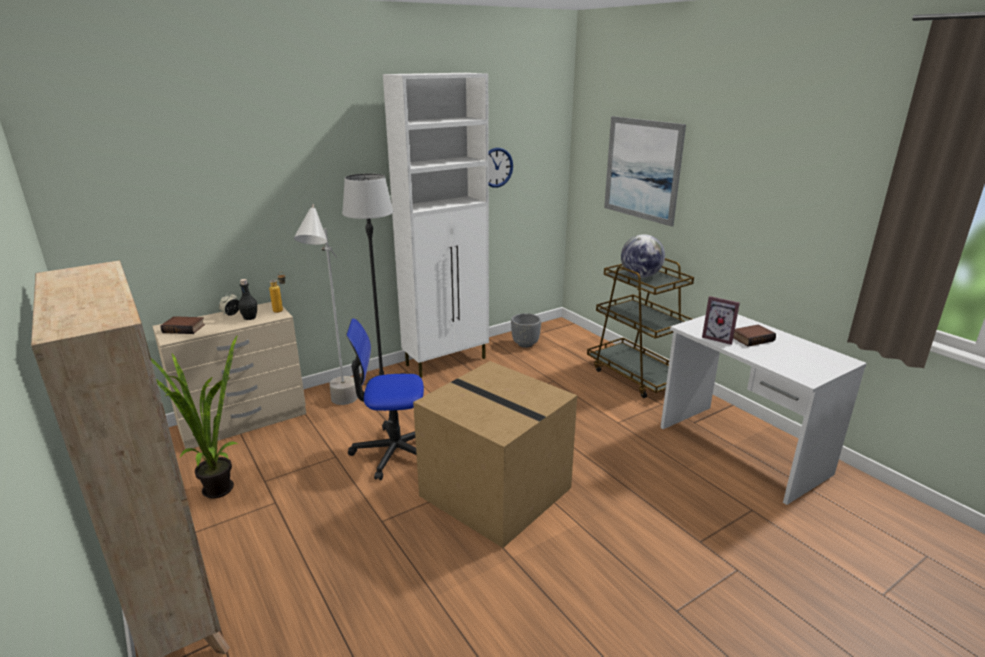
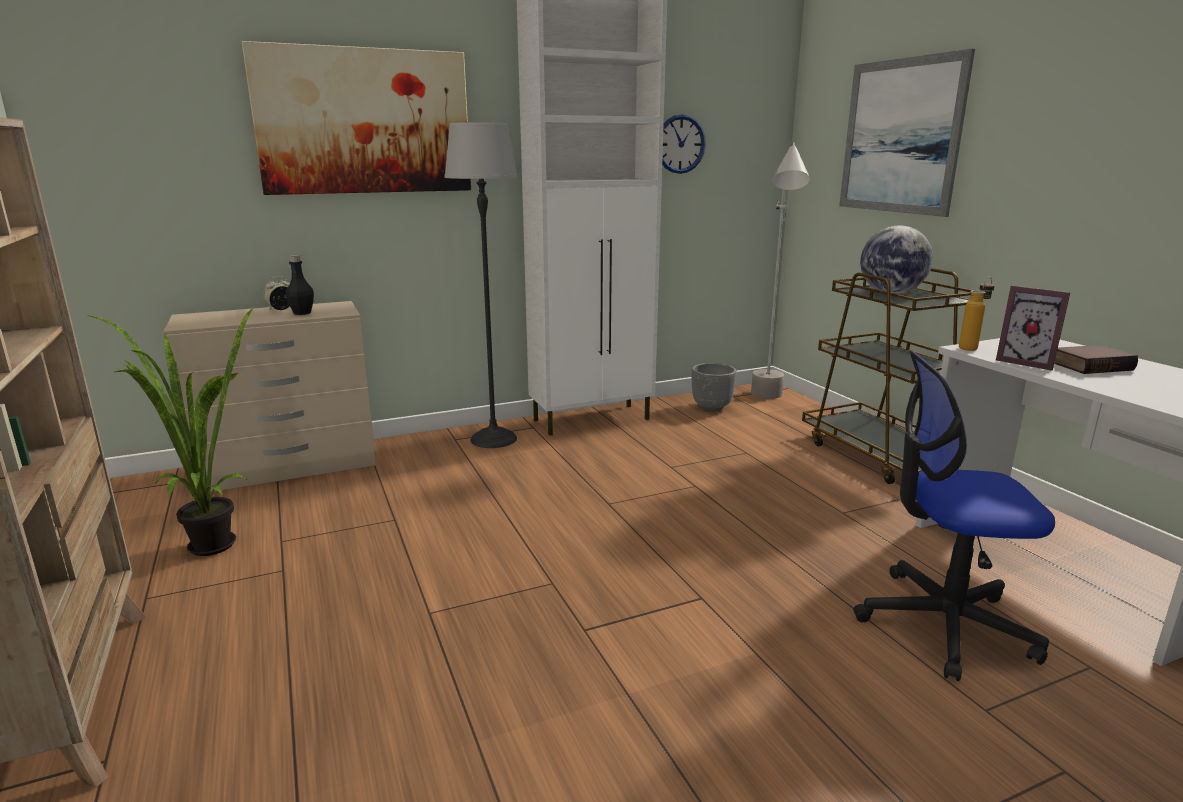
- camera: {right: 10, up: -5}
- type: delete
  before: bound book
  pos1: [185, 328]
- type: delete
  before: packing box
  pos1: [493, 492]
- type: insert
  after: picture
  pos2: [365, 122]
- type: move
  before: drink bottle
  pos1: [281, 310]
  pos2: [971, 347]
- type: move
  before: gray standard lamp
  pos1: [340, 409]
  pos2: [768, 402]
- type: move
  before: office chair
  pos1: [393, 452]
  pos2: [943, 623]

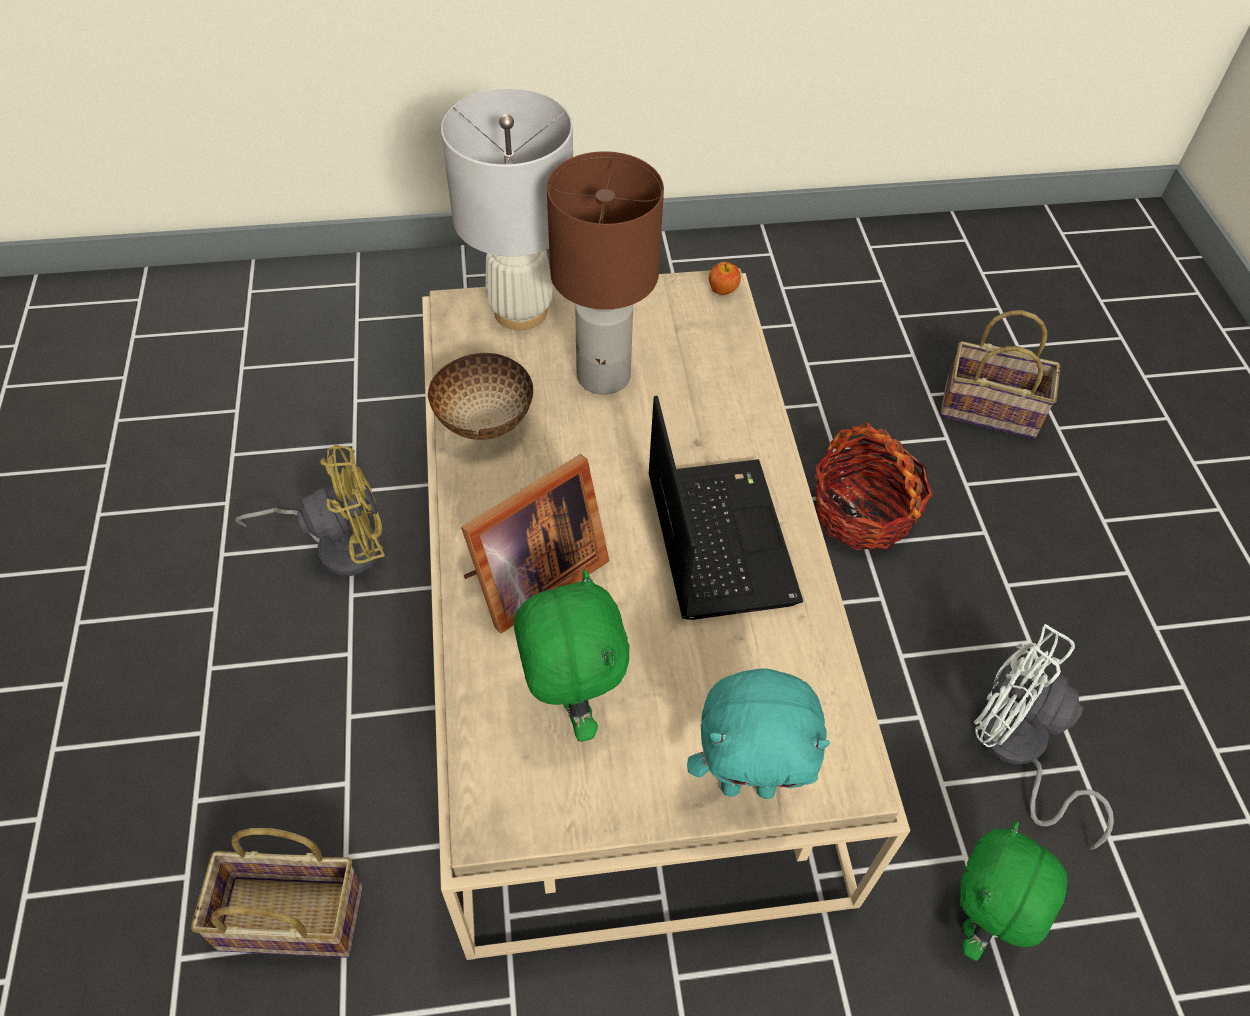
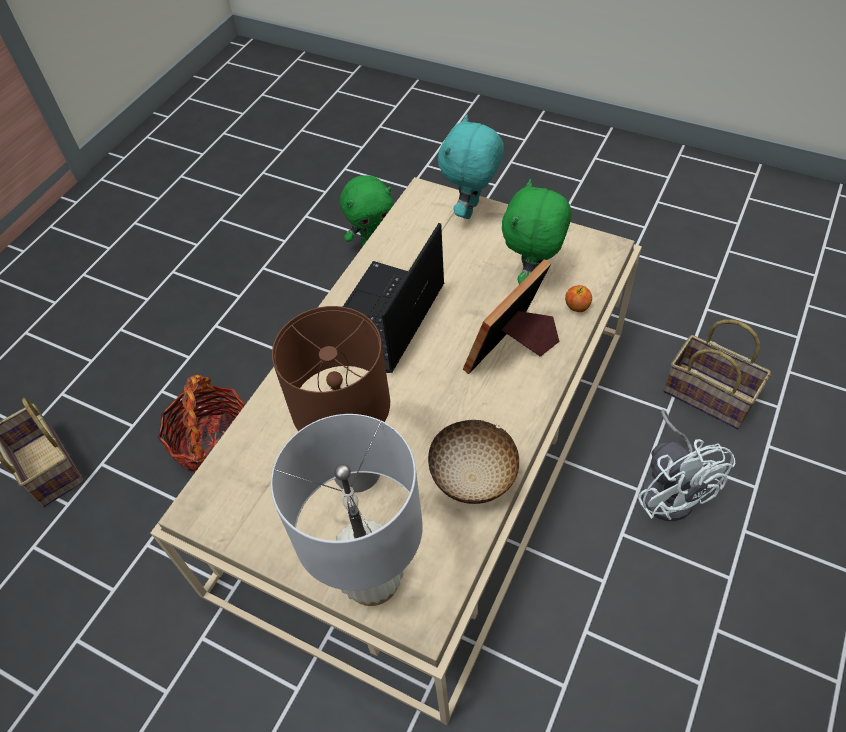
- camera: {right: -140, up: 0}
- type: delete
  before: yellow cooling fan
  pos1: [339, 545]
- type: move
  before: whole apple
  pos1: [723, 289]
  pos2: [577, 306]
- type: move
  before: whitish cooling fan
  pos1: [1015, 750]
  pos2: [670, 489]
- type: rotate
  before: standing frame
  pos1: [530, 578]
  pos2: [513, 349]
  turn: -45
- type: rotate
  before: turquoise-coloured soft toy
  pos1: [748, 784]
  pos2: [471, 210]
  turn: -105

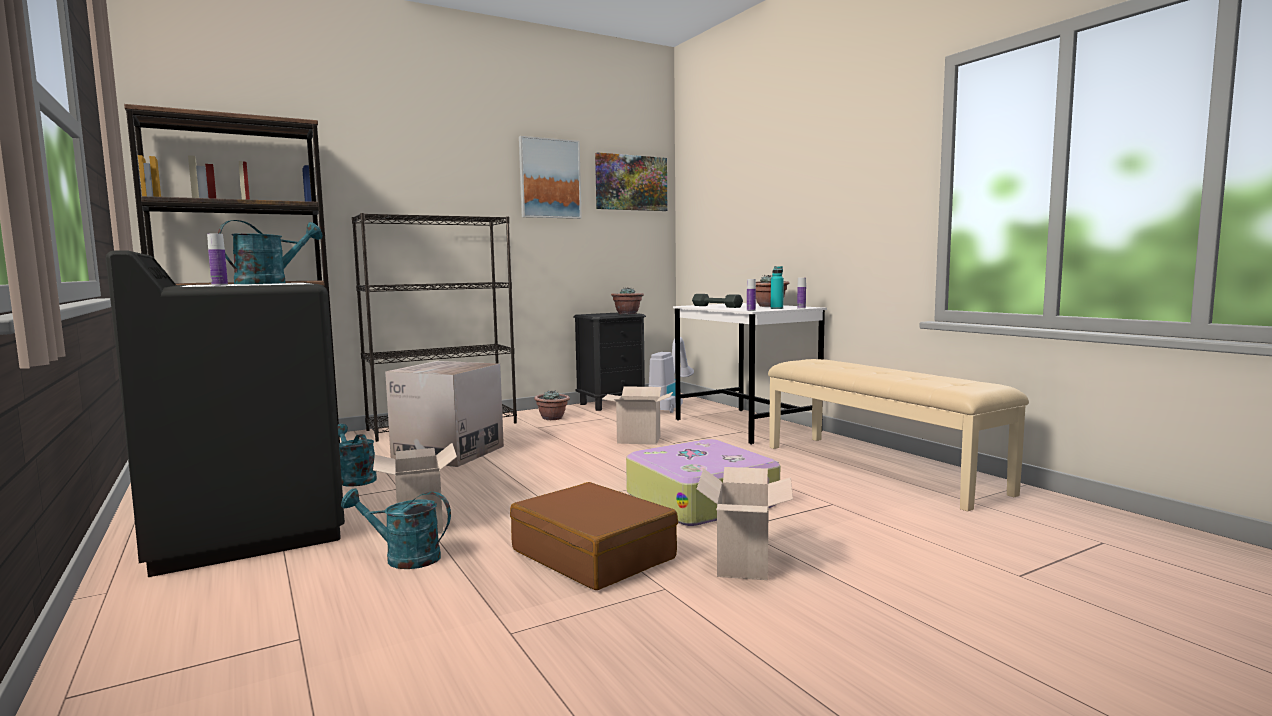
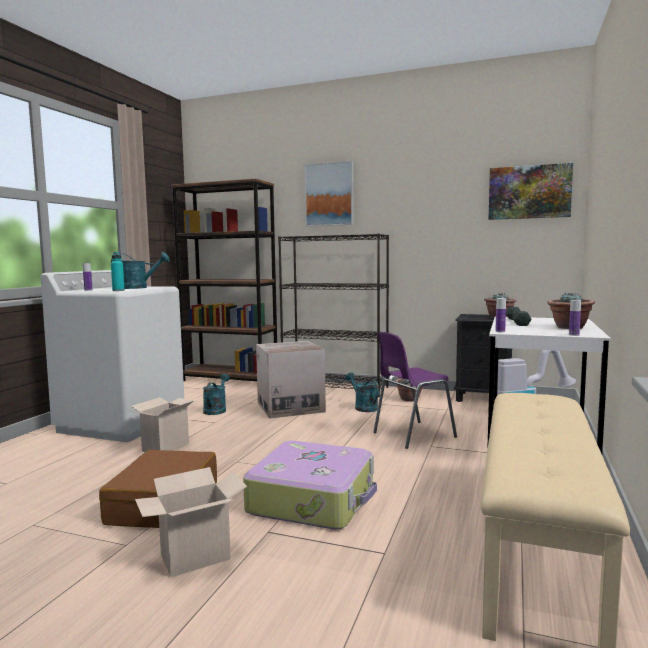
- camera: {right: 50, up: 0}
- type: move
  before: turquoise-coloured watering can
  pos1: [403, 558]
  pos2: [363, 407]
- type: move
  before: picture
  pos1: [549, 178]
  pos2: [329, 194]
- type: move
  before: turquoise-coloured drink bottle
  pos1: [776, 308]
  pos2: [118, 290]
- type: replace
  before: packing box
  after: purplish upright chair
  pos1: [637, 440]
  pos2: [411, 435]
- type: recolor
  before: blackish washing machine
  after: whitish washing machine
  pos1: [247, 530]
  pos2: [122, 423]

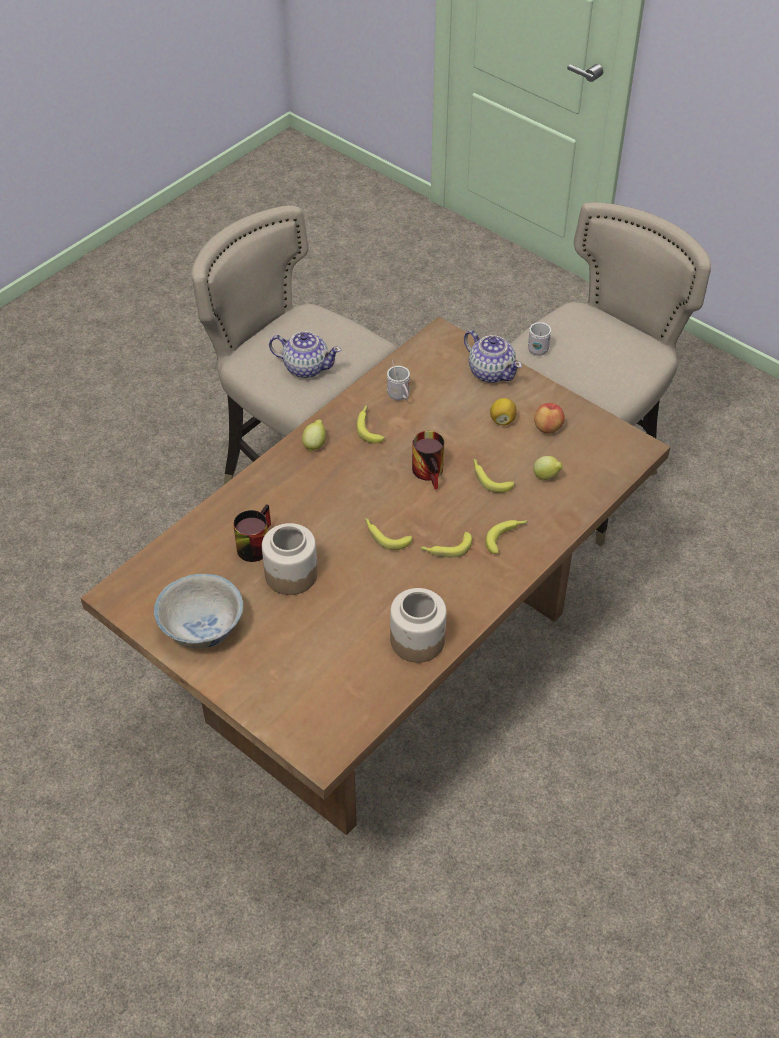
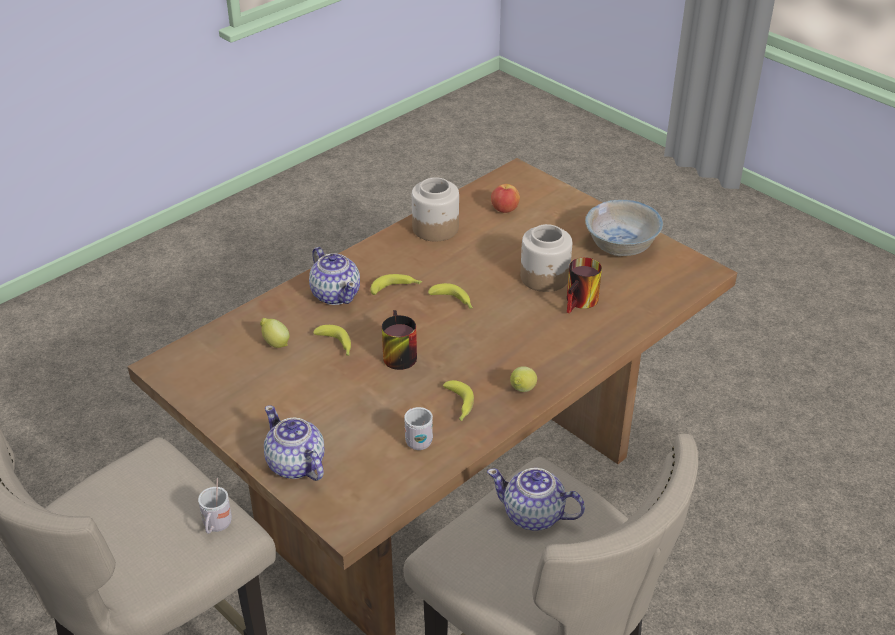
- camera: {right: -175, up: -10}
- type: delete
  before: lemon
  pos1: [502, 420]
- type: move
  before: whole apple
  pos1: [548, 428]
  pos2: [504, 210]
- type: replace
  before: banana
  after: teapot
  pos1: [506, 537]
  pos2: [336, 294]

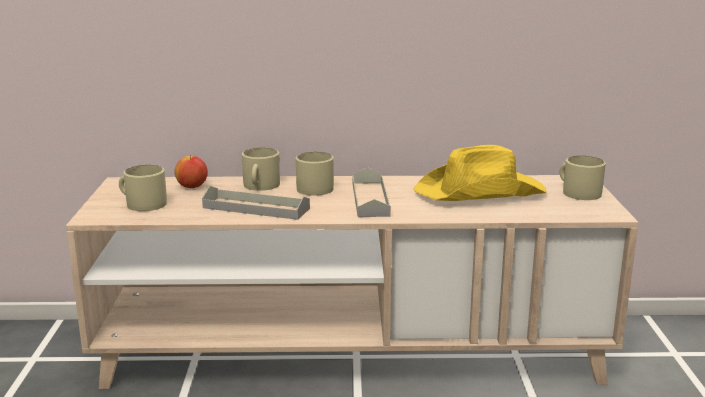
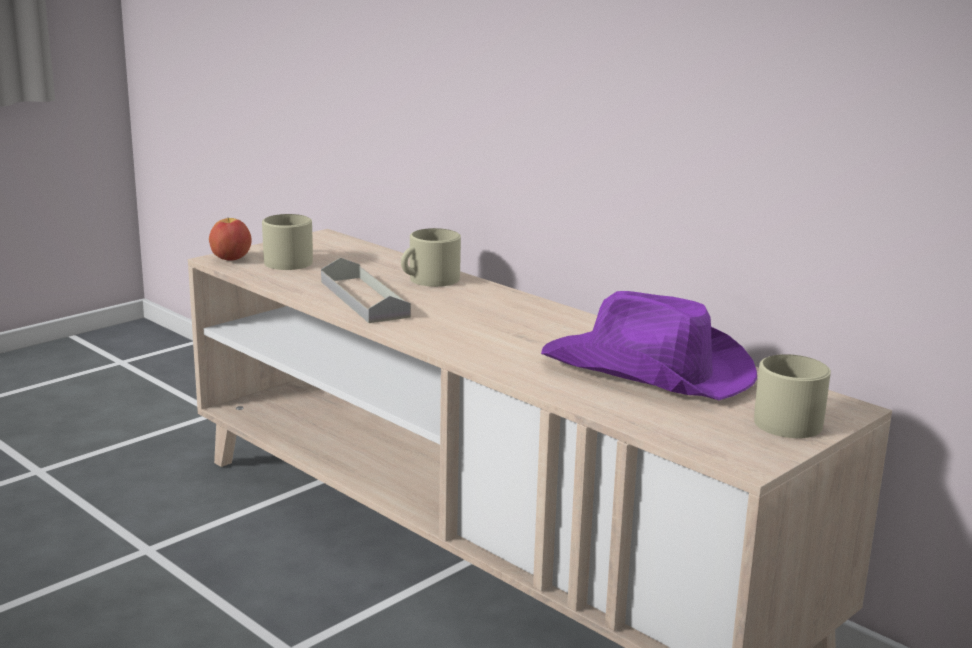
- camera: {right: 45, up: 0}
- type: delete
  before: beige-coloured coffee mug
  pos1: [313, 187]
- type: delete
  before: gray serving tray
  pos1: [370, 199]
- type: move
  before: whole apple
  pos1: [192, 187]
  pos2: [231, 259]
- type: recolor
  before: yellow hat
  after: purplish hat
  pos1: [481, 192]
  pos2: [649, 370]

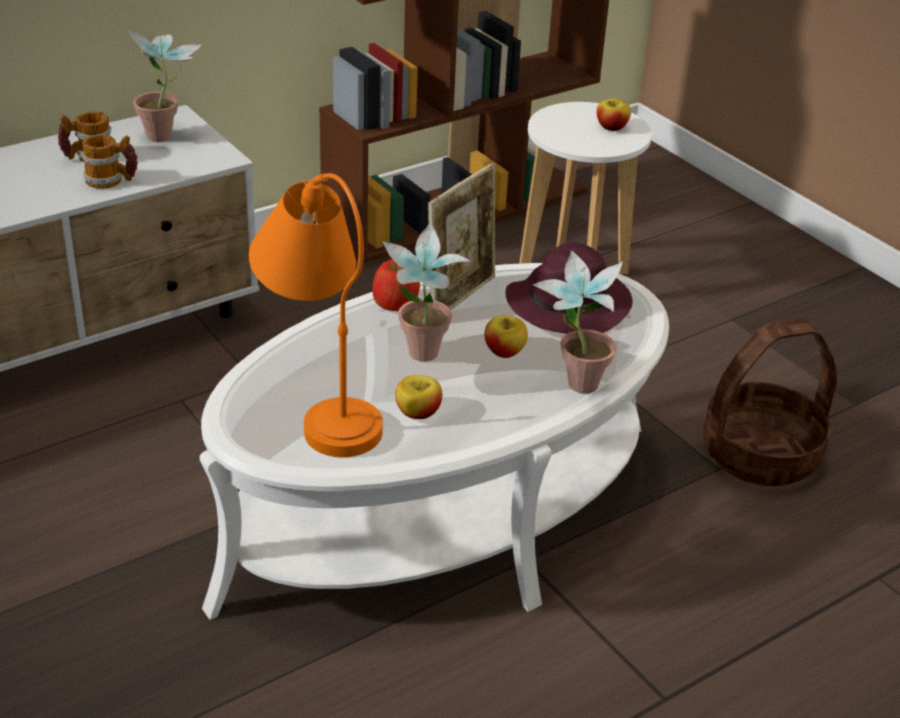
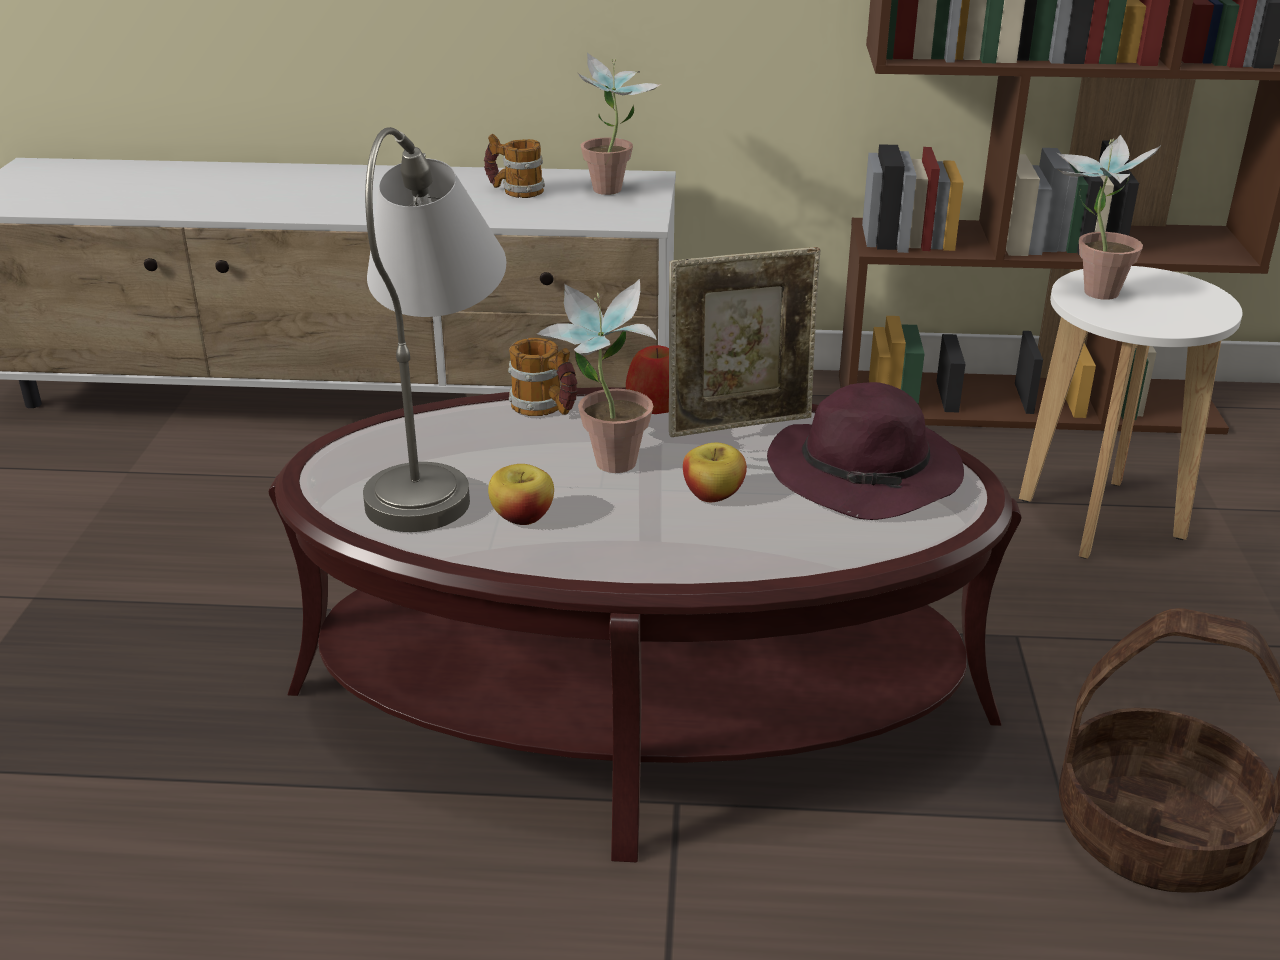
- camera: {right: 40, up: -5}
- type: delete
  before: whole apple
  pos1: [611, 127]
- type: move
  before: coffee mug
  pos1: [111, 181]
  pos2: [545, 408]
- type: move
  before: houseplant
  pos1: [571, 386]
  pos2: [1087, 291]
- type: recolor
  before: whitish low table
  after: brown-coloured low table
  pos1: [442, 512]
  pos2: [640, 704]
- type: recolor
  before: orangey lamp for a table
  after: gray lamp for a table
  pos1: [321, 401]
  pos2: [440, 467]

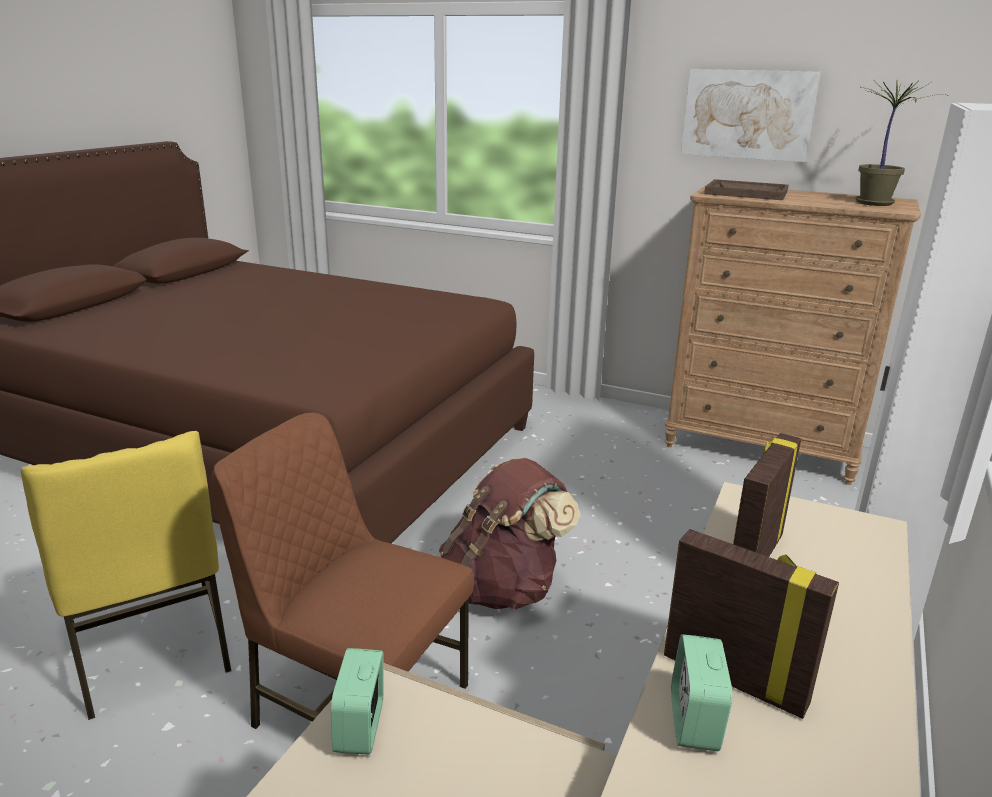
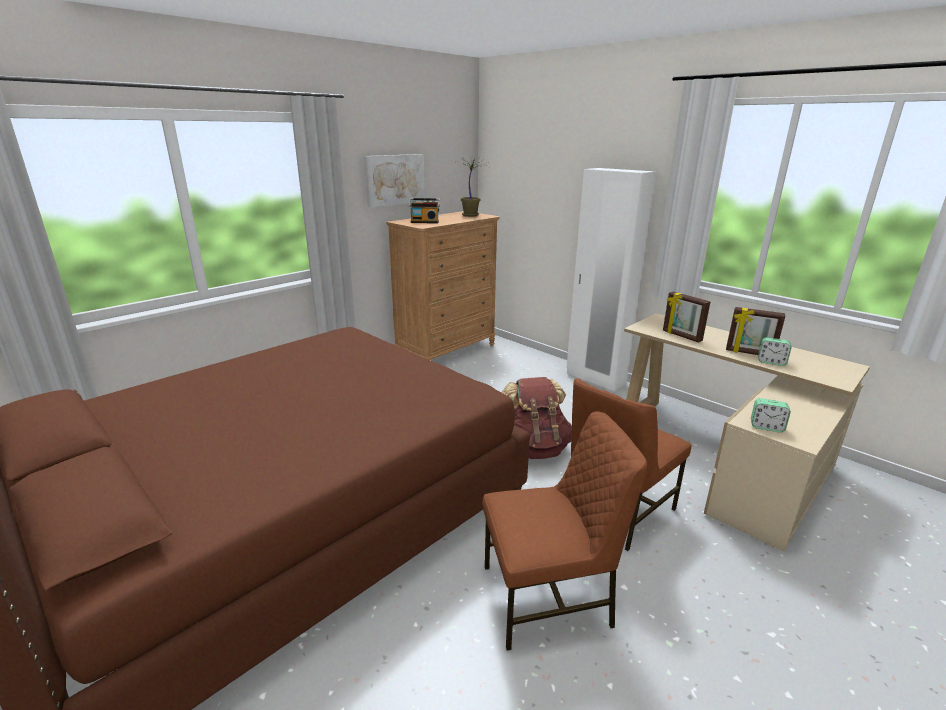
- camera: {right: -70, up: 0}
- type: replace
  before: brown-coloured serving tray
  after: radio
  pos1: [746, 193]
  pos2: [425, 222]
- type: recolor
  before: yellow upright chair
  after: brown-coloured upright chair
  pos1: [150, 648]
  pos2: [549, 597]
- type: rotate
  before: standing frame
  pos1: [735, 678]
  pos2: [749, 353]
  turn: -120

